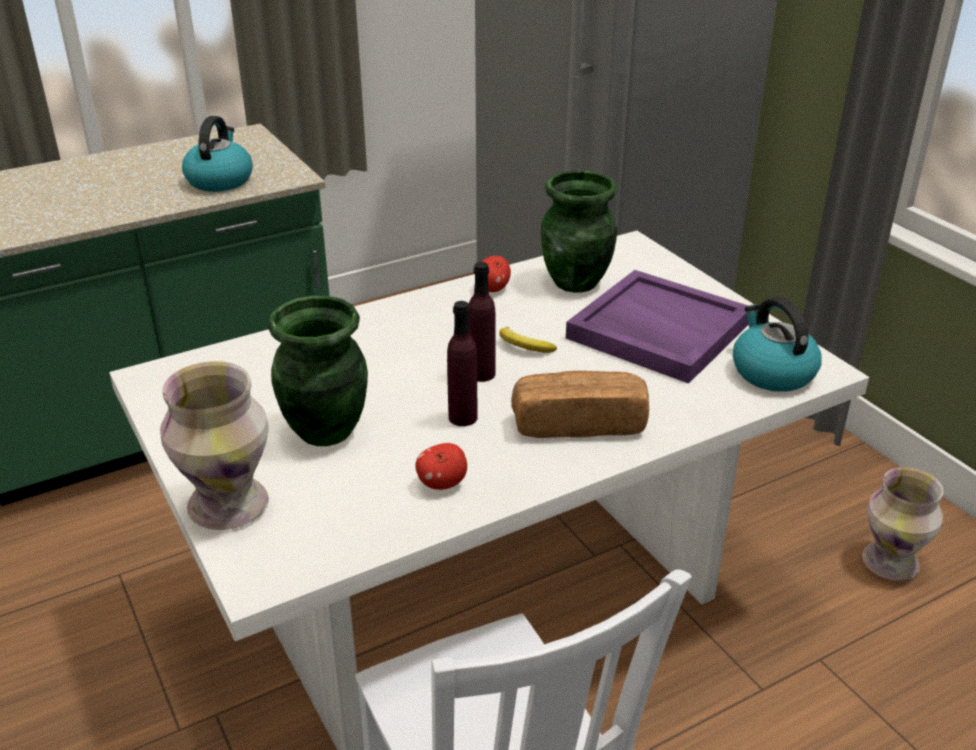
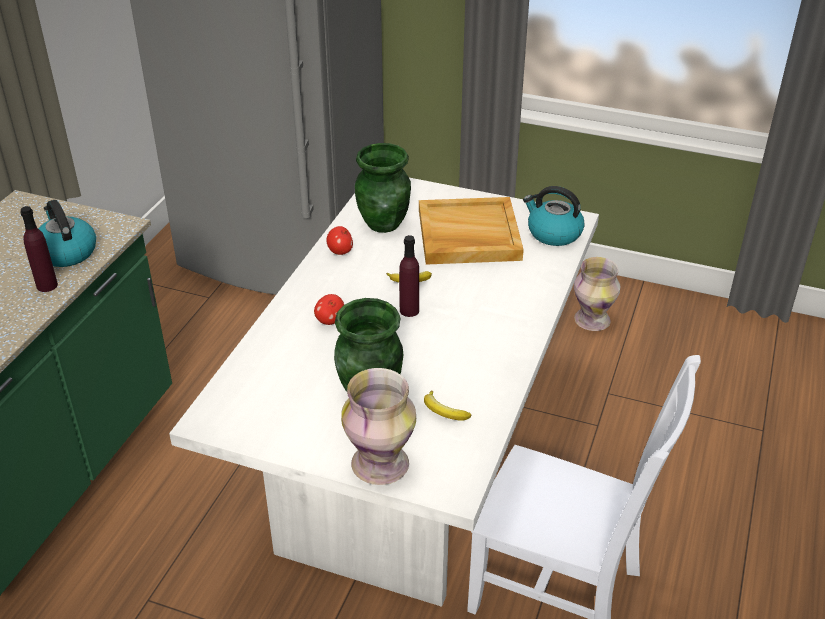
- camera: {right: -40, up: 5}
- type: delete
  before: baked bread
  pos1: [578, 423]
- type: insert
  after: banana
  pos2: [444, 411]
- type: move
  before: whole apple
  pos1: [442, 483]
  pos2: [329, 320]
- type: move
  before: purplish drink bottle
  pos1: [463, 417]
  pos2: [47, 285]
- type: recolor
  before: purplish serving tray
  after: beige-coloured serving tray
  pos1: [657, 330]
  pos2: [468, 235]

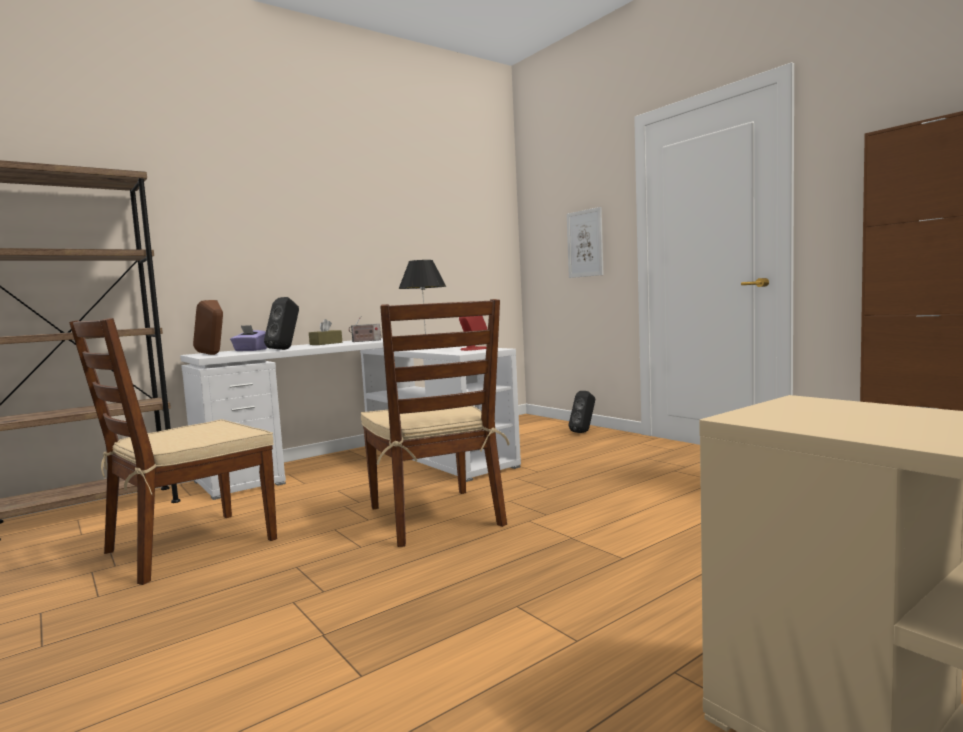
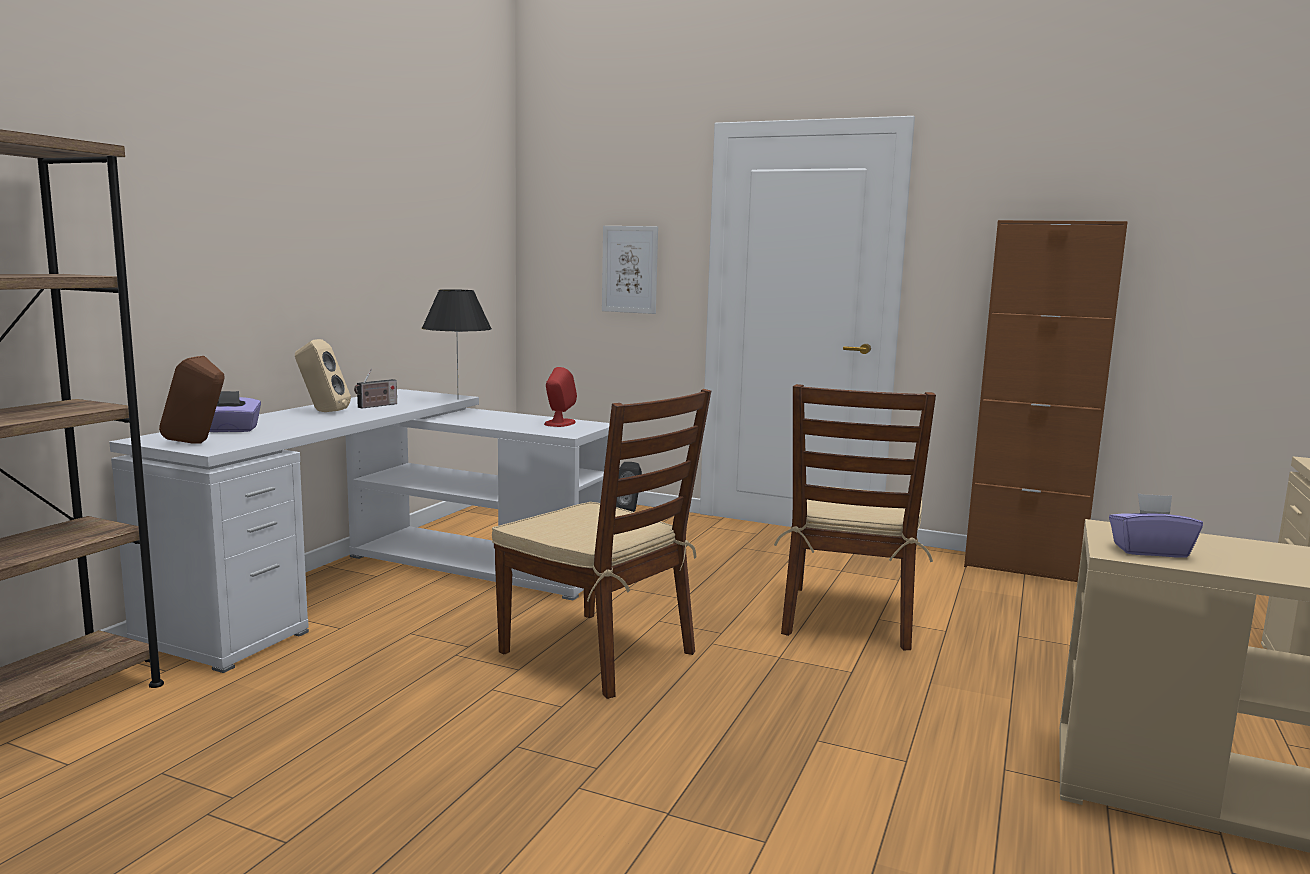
- camera: {right: -30, up: 5}
- type: delete
  before: blackish audio speaker
  pos1: [285, 349]
- type: insert
  after: purplish tissue holder
  pos2: [1149, 551]
- type: move
  before: brown-coloured upright chair
  pos1: [189, 546]
  pos2: [848, 617]
- type: replace
  before: brown-coloured tissue holder
  after: beige-coloured audio speaker
  pos1: [326, 343]
  pos2: [322, 411]

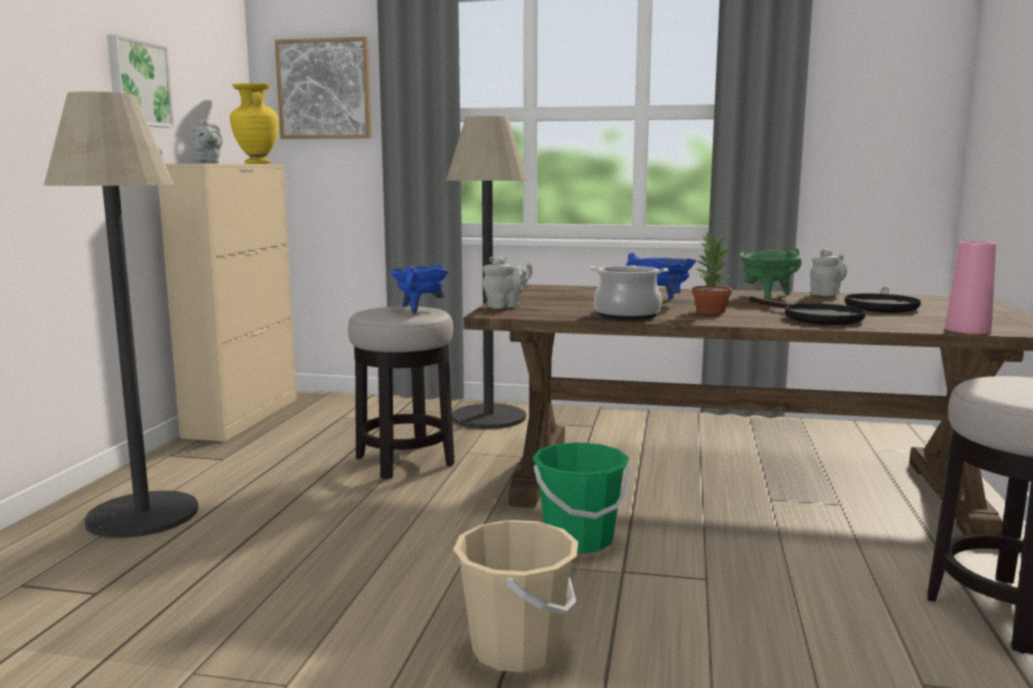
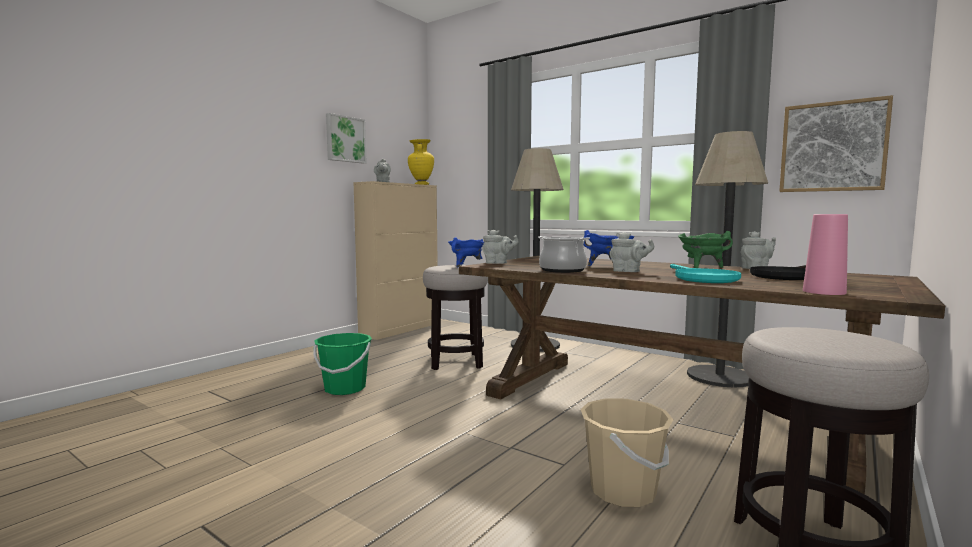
- camera: {right: 25, up: -5}
- type: move
  before: standard lamp
  pos1: [143, 515]
  pos2: [719, 377]
- type: move
  before: picture
  pos1: [324, 89]
  pos2: [833, 147]
- type: move
  before: beige-coloured water bucket
  pos1: [516, 649]
  pos2: [623, 491]
- type: move
  before: green-coloured water bucket
  pos1: [579, 539]
  pos2: [344, 388]
- type: replace
  before: houseplant
  after: gray teapot
  pos1: [709, 311]
  pos2: [628, 271]
- type: recolor
  before: blackish frying pan
  after: turquoise-coloured frying pan
  pos1: [813, 317]
  pos2: [701, 278]

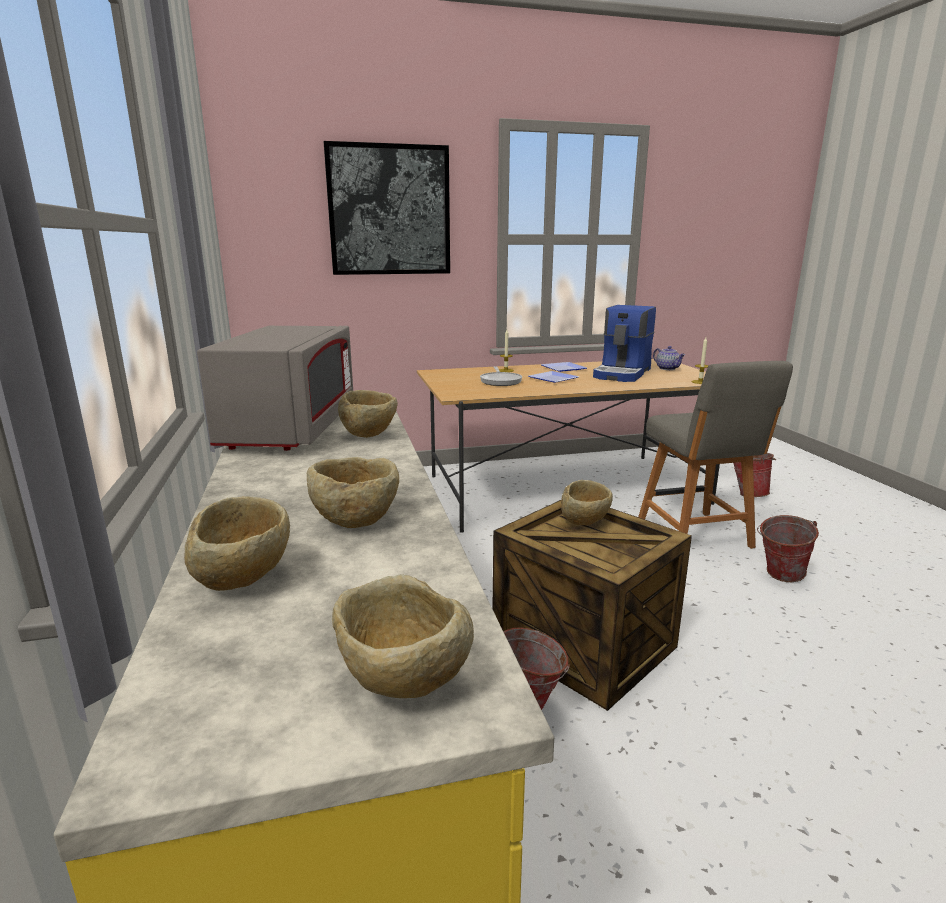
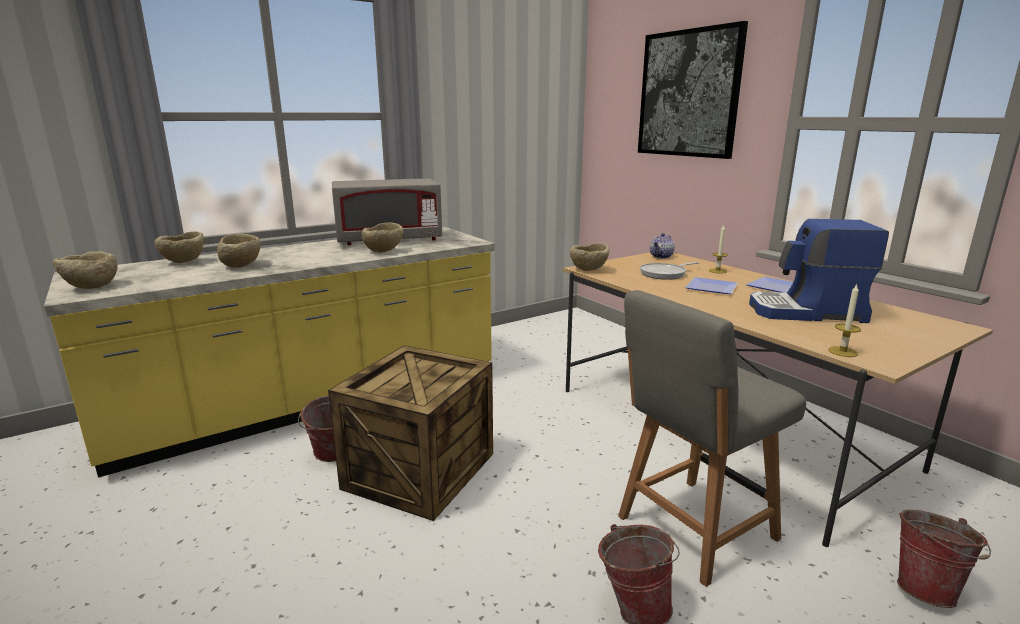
- camera: {right: 70, up: 0}
- type: move
  before: beige-coloured deep dish
  pos1: [585, 522]
  pos2: [588, 270]
- type: move
  before: teapot
  pos1: [668, 368]
  pos2: [661, 257]

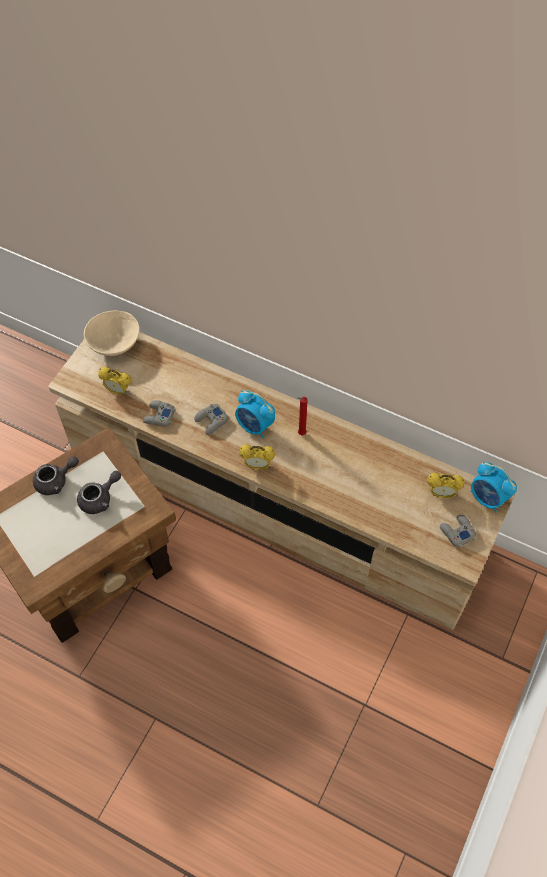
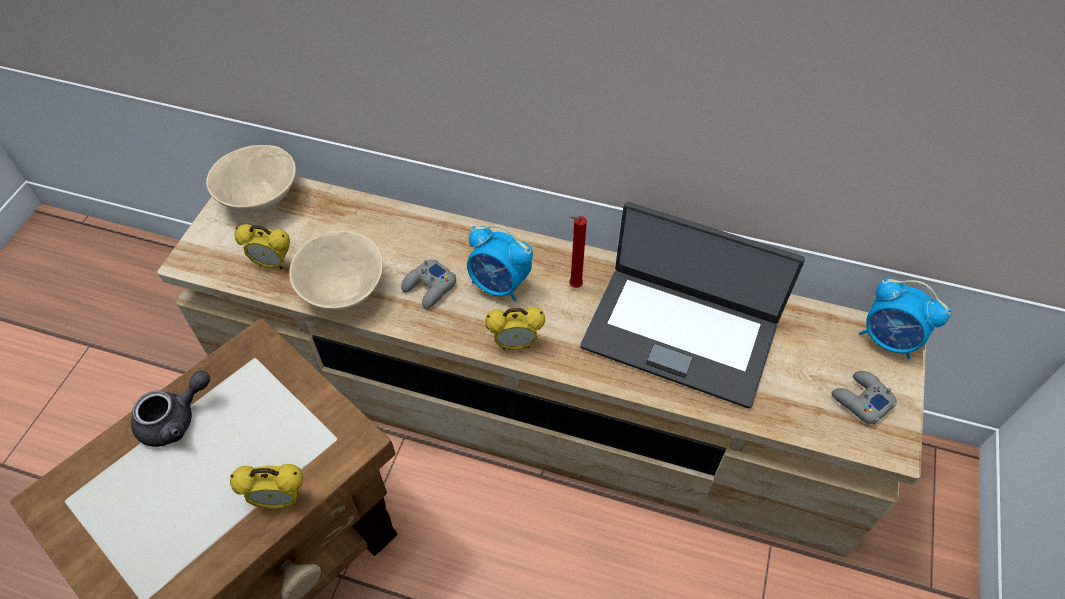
- camera: {right: -10, up: -5}
- type: delete
  before: gray teapot
  pos1: [100, 498]
- type: insert
  after: laptop
  pos2: [680, 333]
- type: move
  before: bedside clock
  pos1: [441, 493]
  pos2: [280, 500]
- type: replace
  before: gray joypad
  after: beige-coloured deep dish
  pos1: [159, 416]
  pos2: [343, 292]

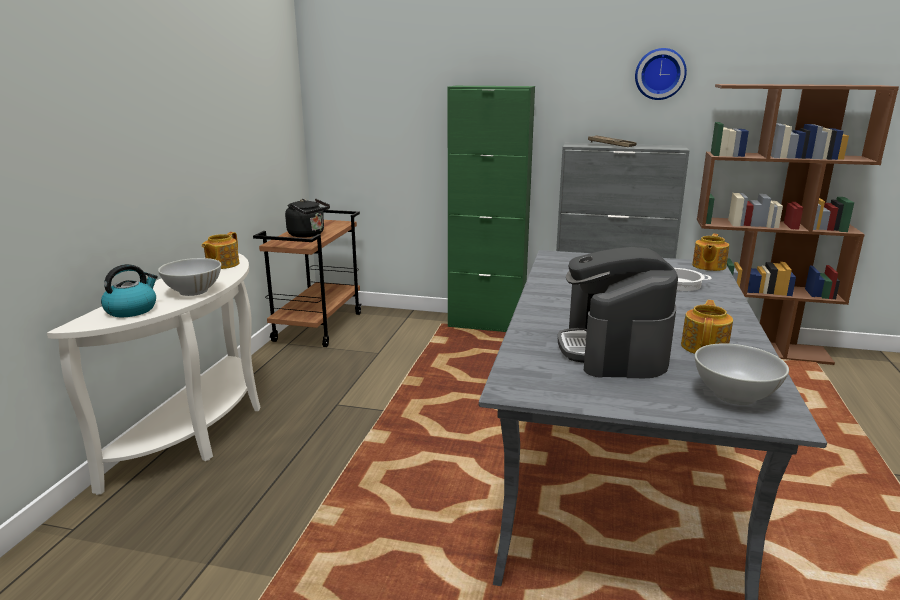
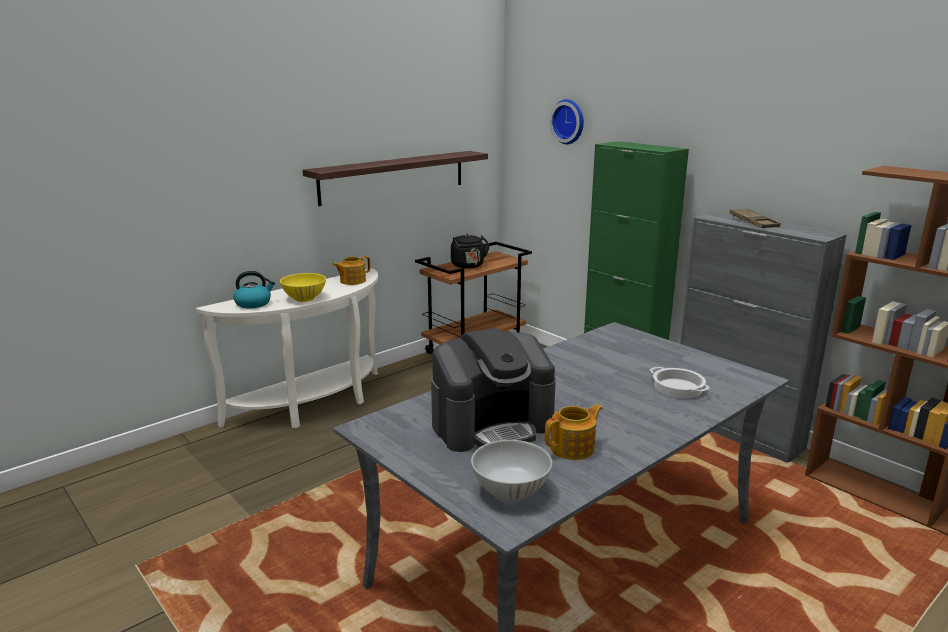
- camera: {right: 35, up: 0}
- type: delete
  before: teapot
  pos1: [708, 266]
- type: insert
  after: shelf
  pos2: [393, 177]
- type: move
  before: clock on the wall
  pos1: [660, 74]
  pos2: [569, 121]
- type: recolor
  before: whitish deep dish
  after: yellow deep dish
  pos1: [193, 291]
  pos2: [304, 298]
- type: rotate
  before: coffee machine
  pos1: [613, 350]
  pos2: [492, 425]
  turn: -150

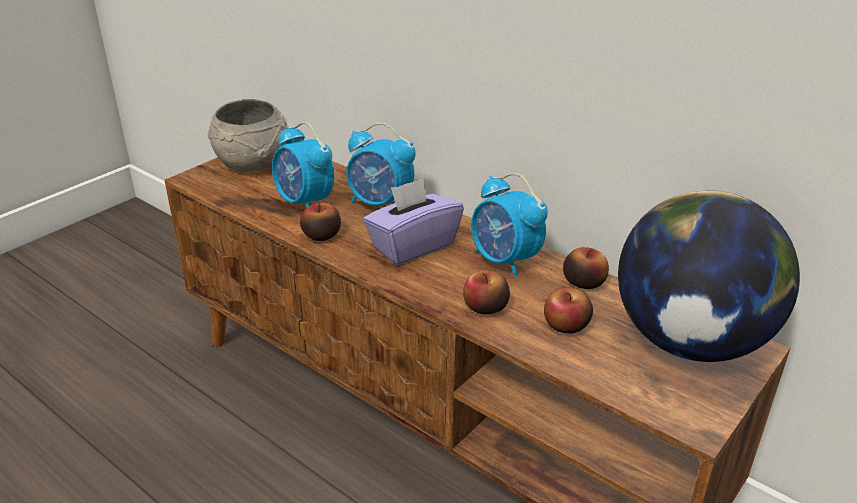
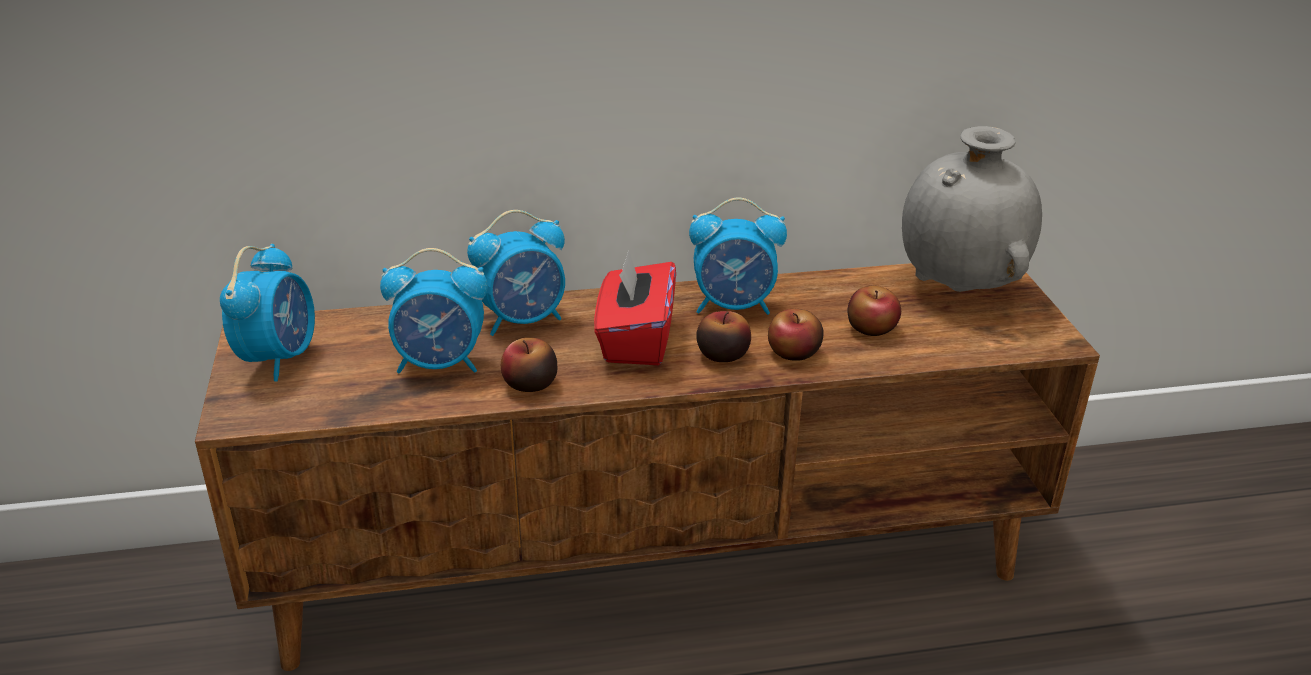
- camera: {right: -50, up: 0}
- type: move
  before: whole apple
  pos1: [583, 282]
  pos2: [722, 354]
- type: replace
  before: gray deep dish
  after: bedside clock
  pos1: [253, 163]
  pos2: [279, 357]
- type: replace
  before: world globe
  after: gray flower vase
  pos1: [690, 342]
  pos2: [959, 288]
- type: recolor
  before: purplish tissue holder
  after: red tissue holder
  pos1: [413, 246]
  pos2: [635, 340]

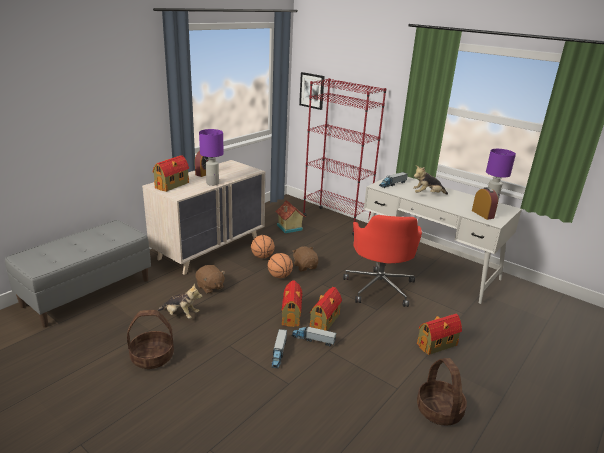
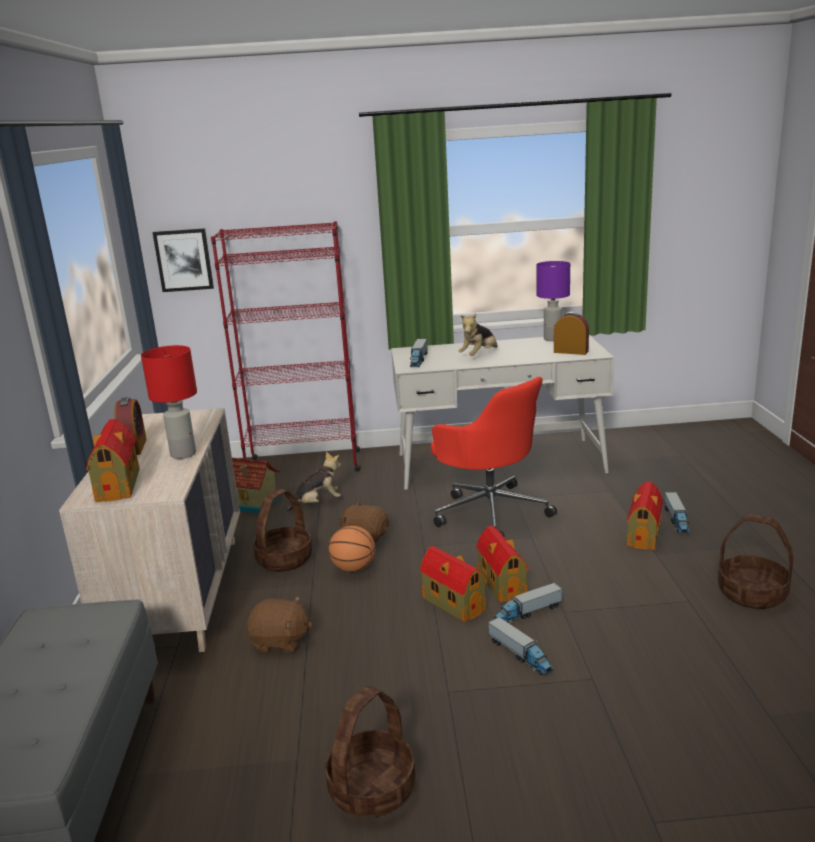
- camera: {right: -40, up: -5}
- type: insert
  after: toy truck
  pos2: [676, 520]
- type: move
  before: soft toy
  pos1: [181, 315]
  pos2: [318, 503]
- type: replace
  before: basketball ball
  after: basket
  pos1: [262, 257]
  pos2: [284, 559]
- type: recolor
  before: purplish lamp for a table
  after: red lamp for a table
  pos1: [212, 183]
  pos2: [182, 454]

